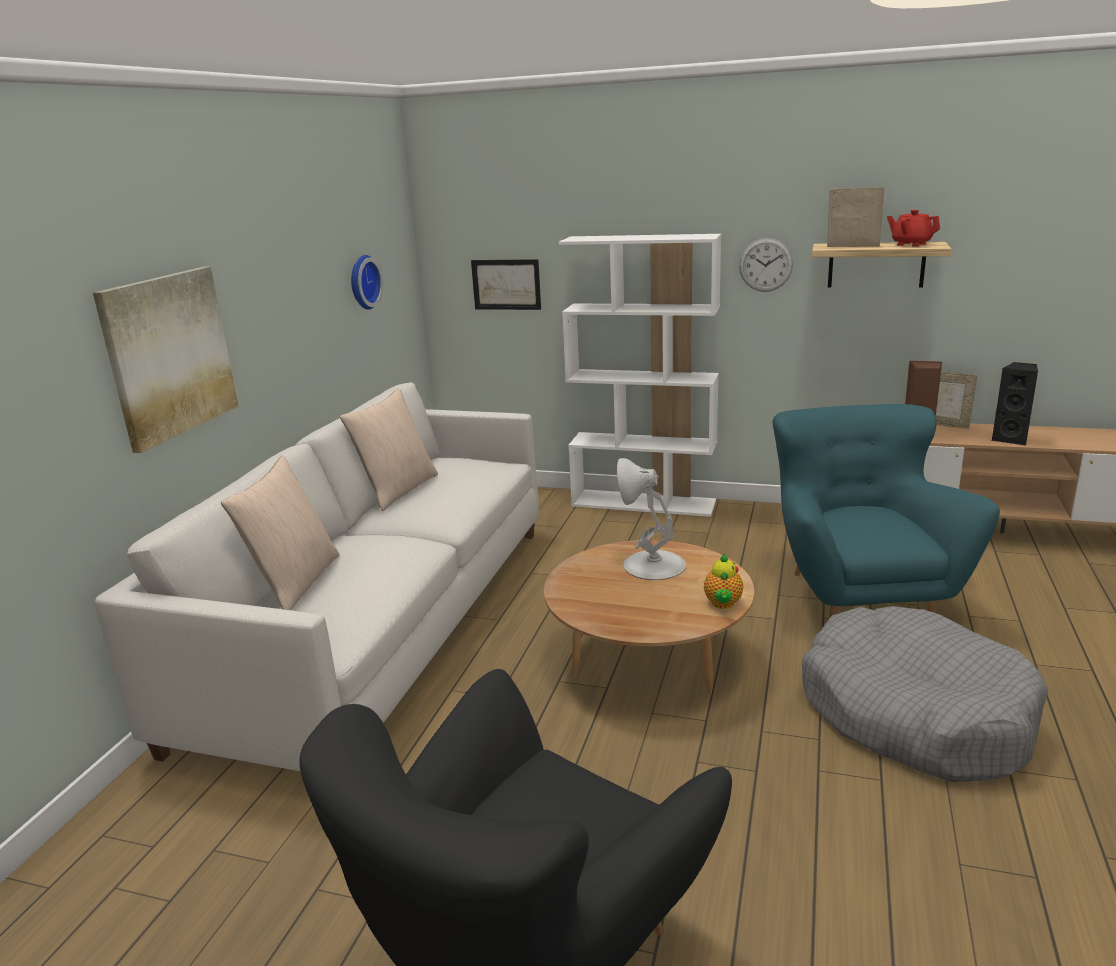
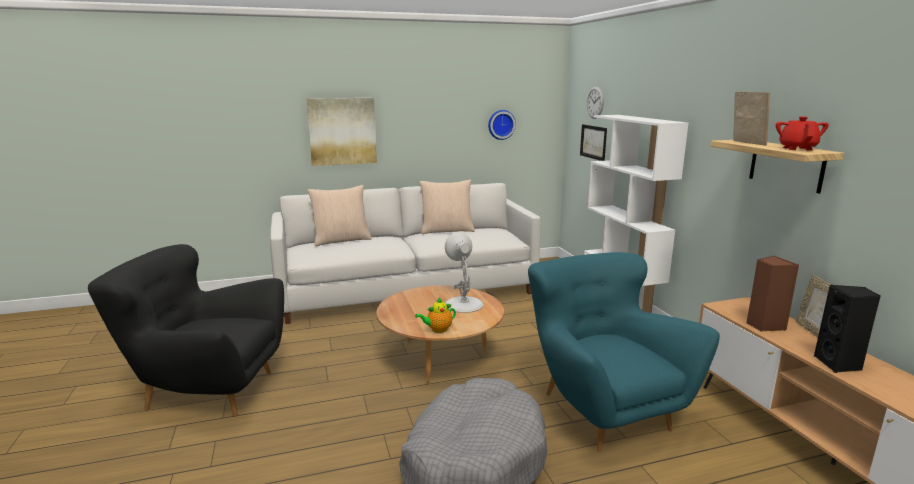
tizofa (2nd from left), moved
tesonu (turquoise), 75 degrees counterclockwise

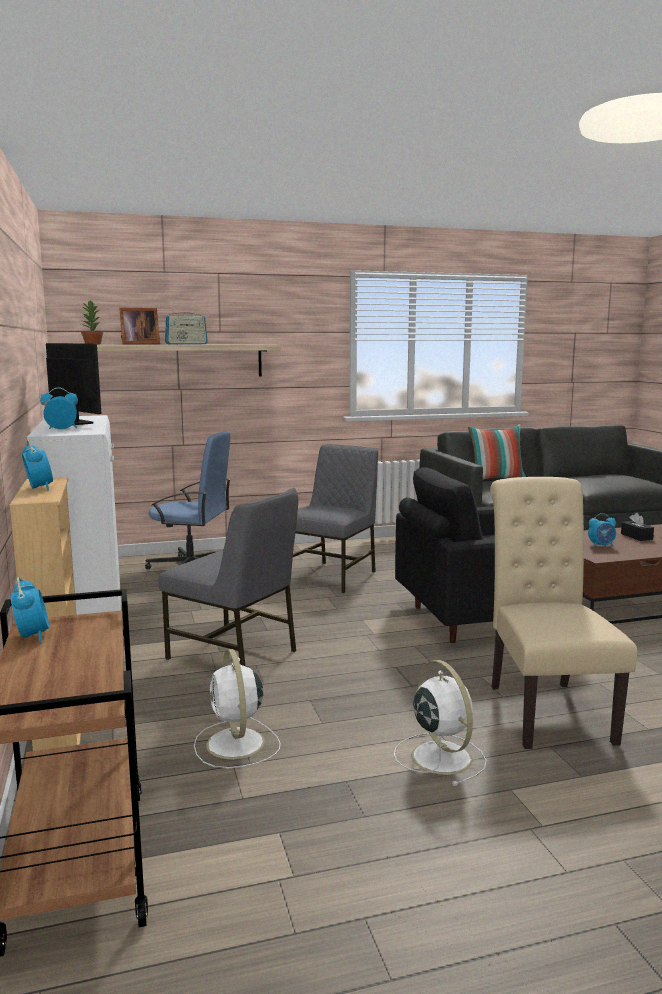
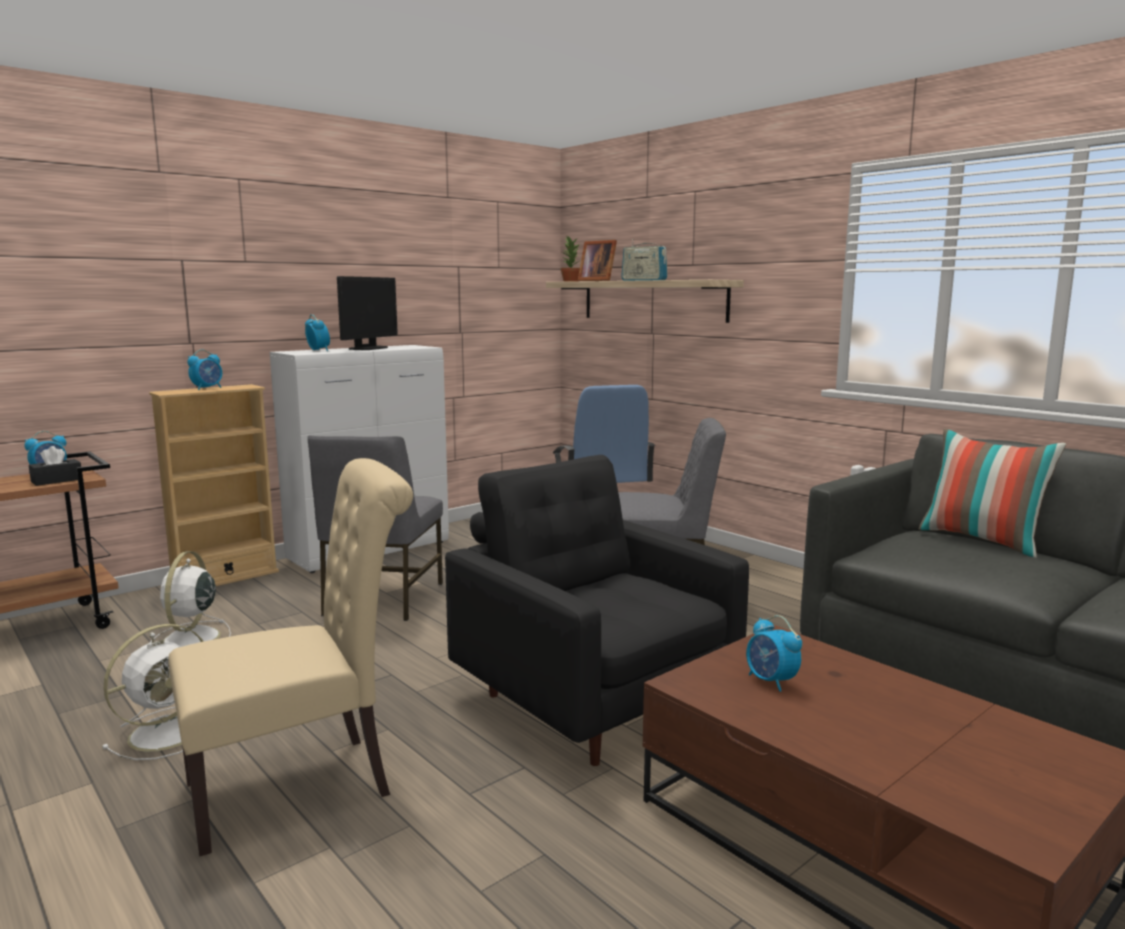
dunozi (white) (1st from left in the first image) => dunozi (white) (2nd from left), 45 degrees counterclockwise
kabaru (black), moved

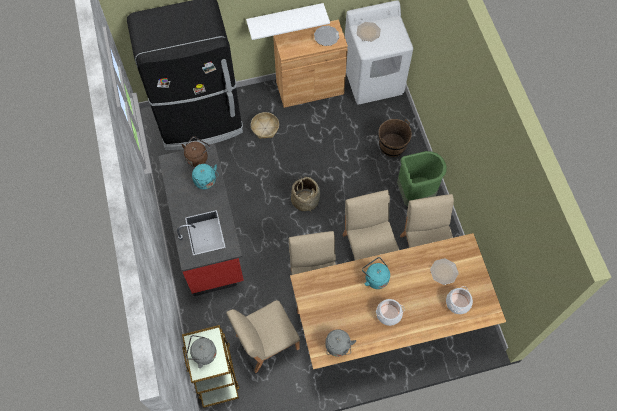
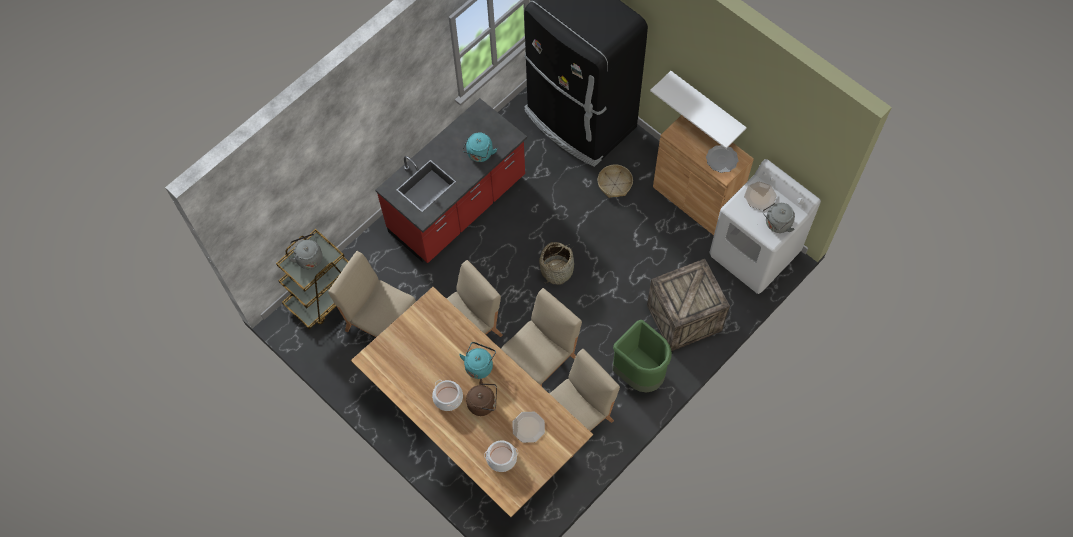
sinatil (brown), moved
sinatil (grey) (2nd from left), moved
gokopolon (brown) => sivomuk

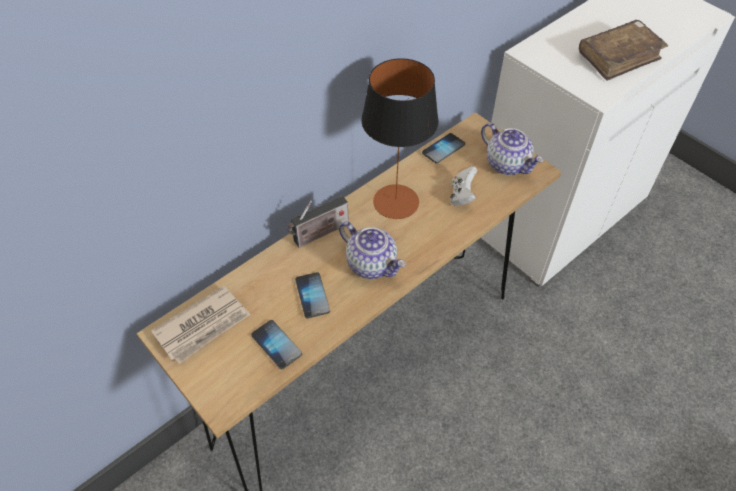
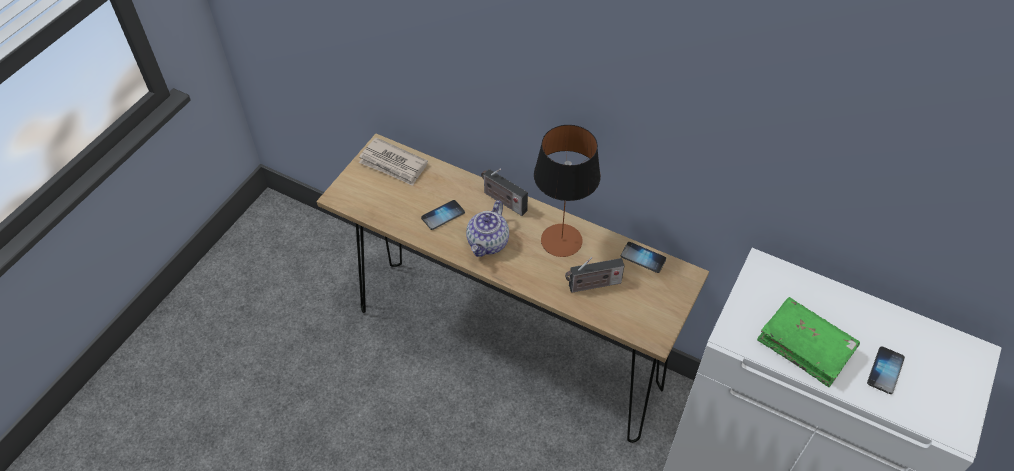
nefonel (1st from left in the first image) => nefonel (3rd from left), moved
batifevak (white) => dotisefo (2nd from left)
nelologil (2nd from left) => nothing
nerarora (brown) => nerarora (green)

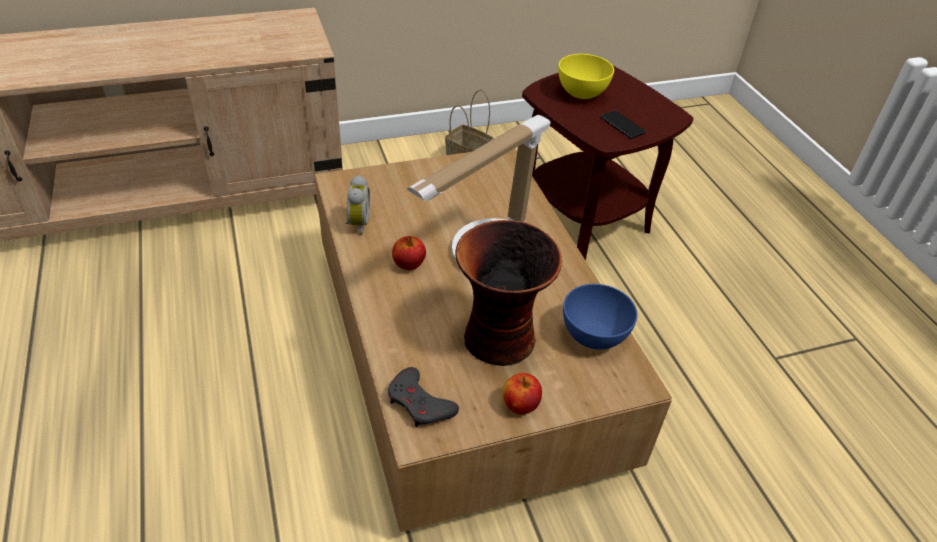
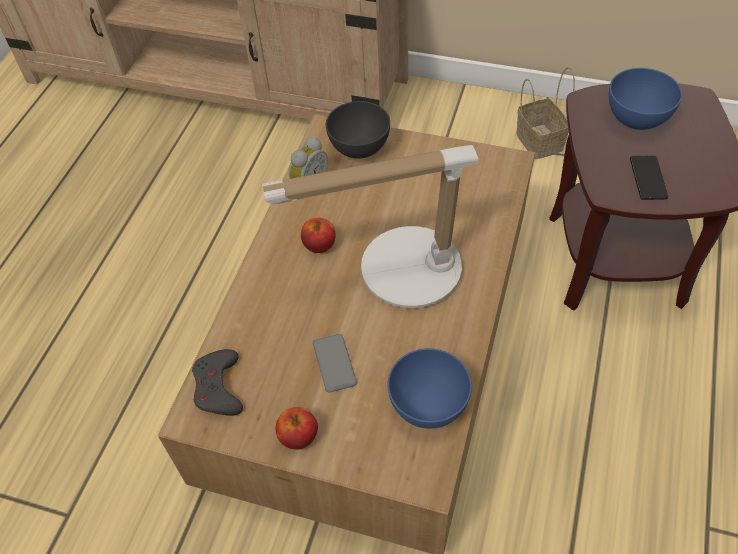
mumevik => nefonel (1st from left)
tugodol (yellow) => tugodol (blue) (2nd from left)
nothing => tugodol (grey)

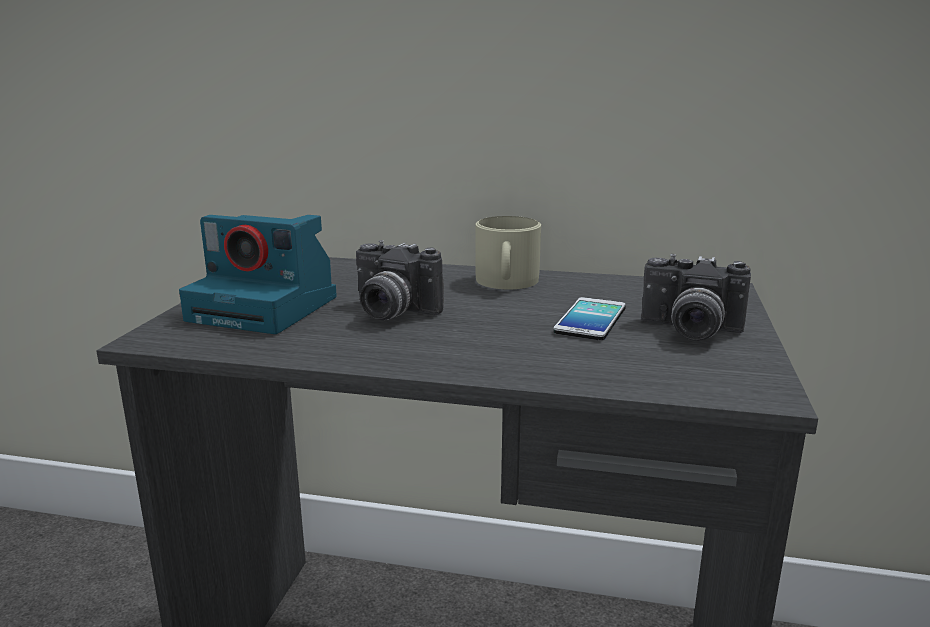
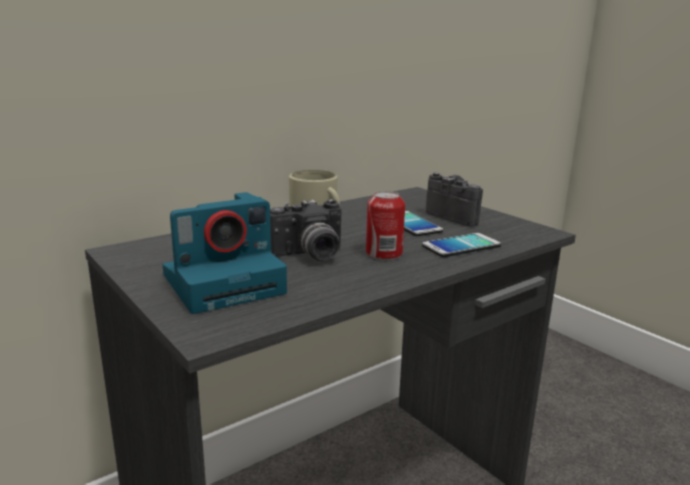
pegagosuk (3rd from left), 105 degrees counterclockwise
nothing => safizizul
nothing => nefonel (2nd from left)

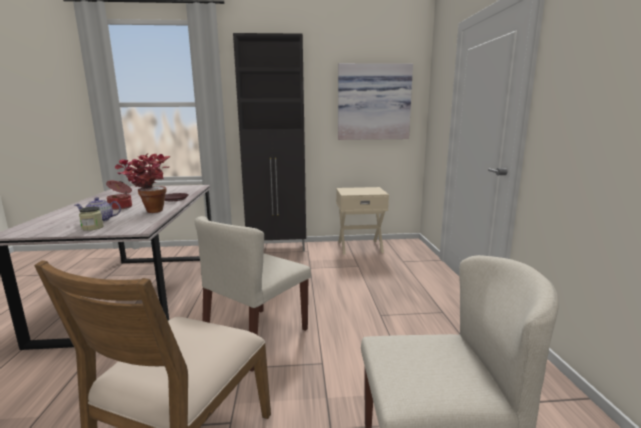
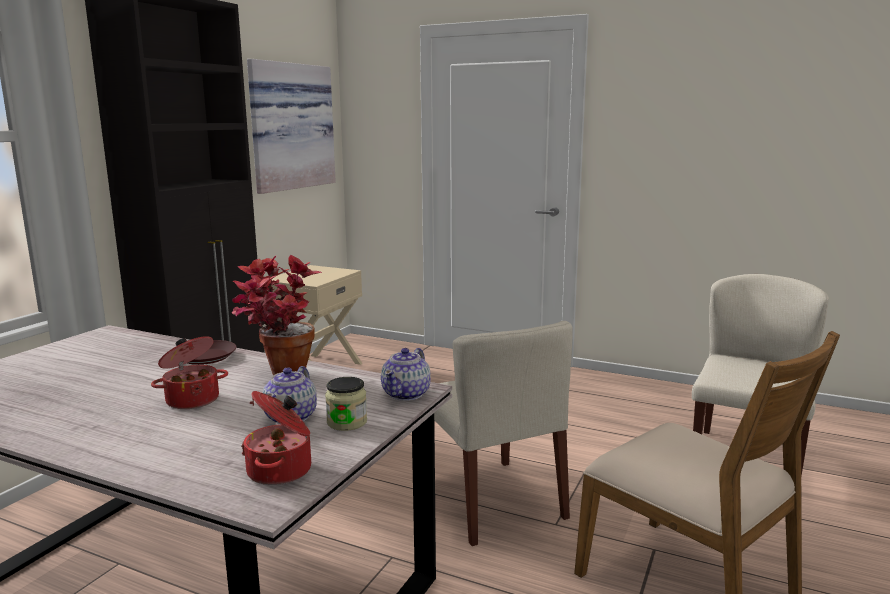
nothing => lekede (2nd from left)
nothing => nelologil (2nd from left)

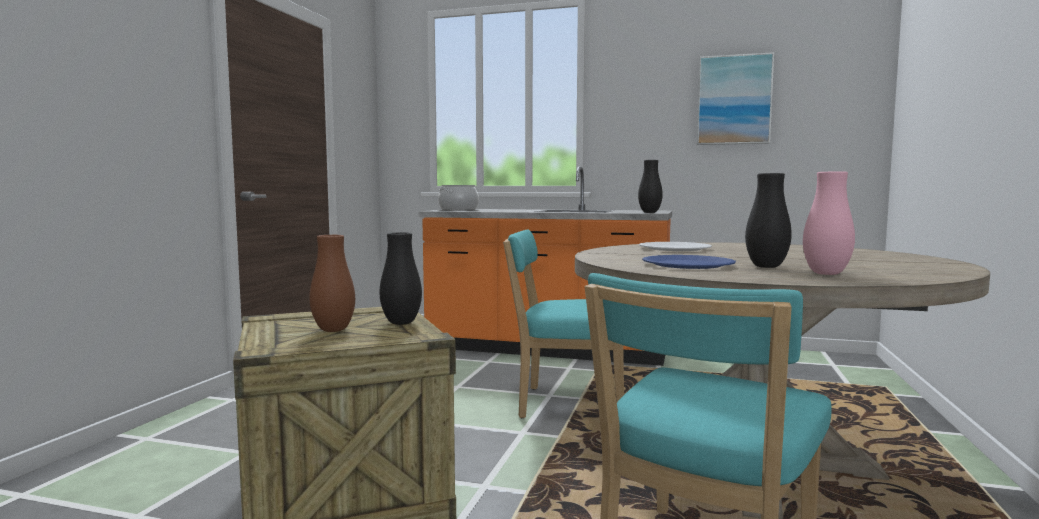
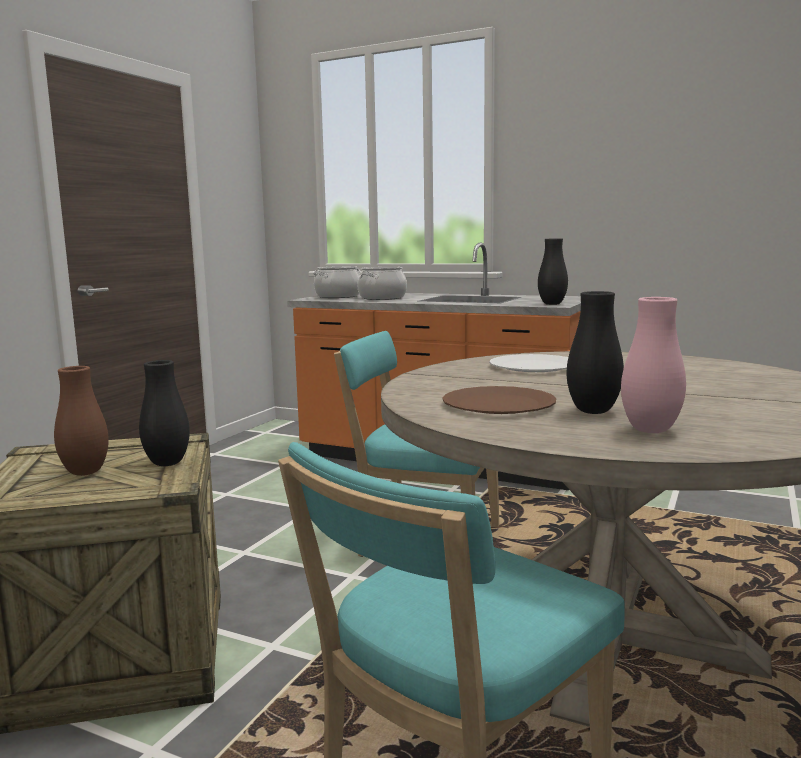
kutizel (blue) => kutizel (brown)
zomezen => nothing
nothing => lekede (2nd from left)

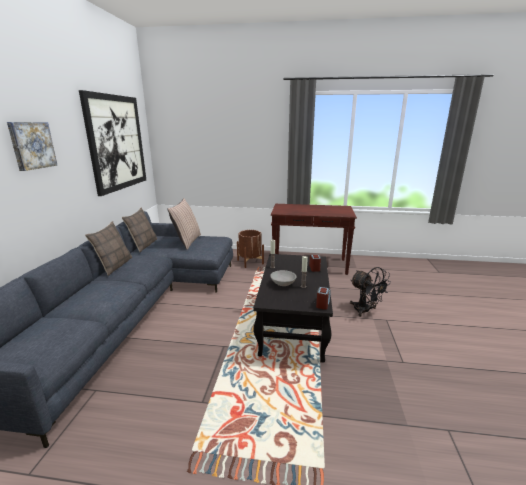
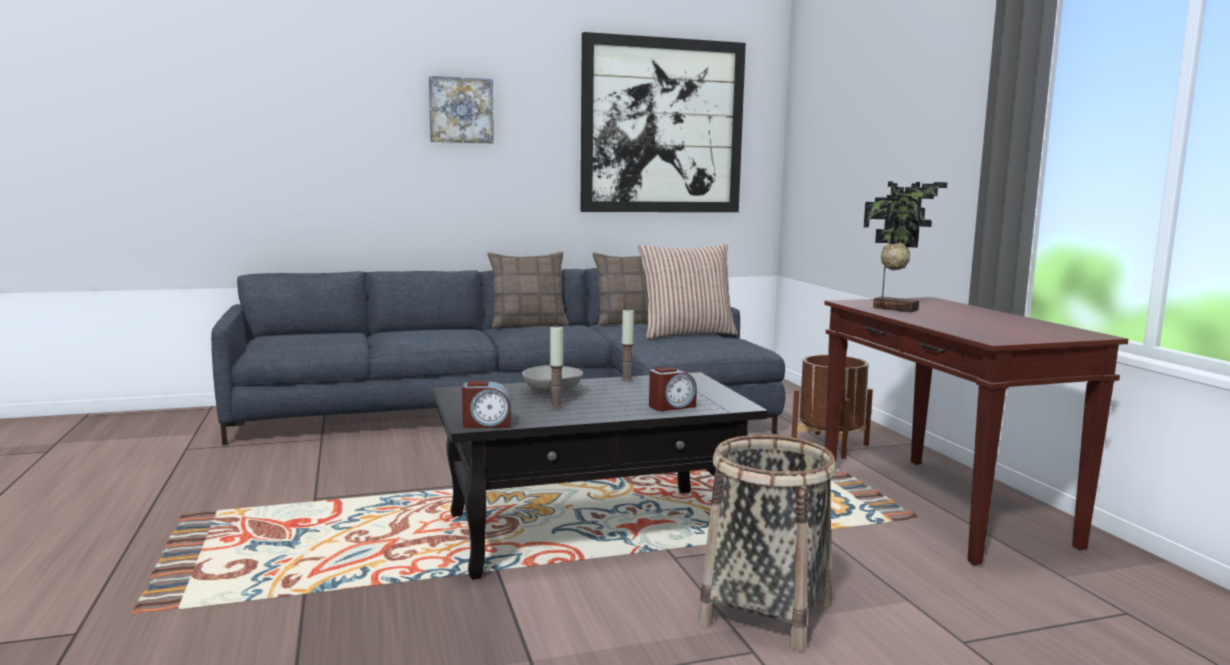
dunozi (black) => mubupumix
nothing => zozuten

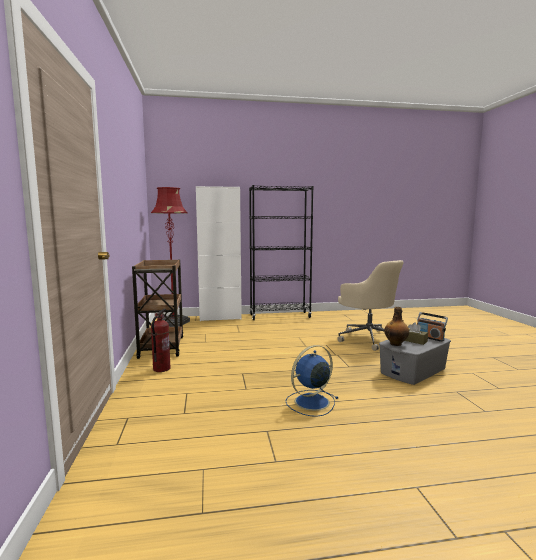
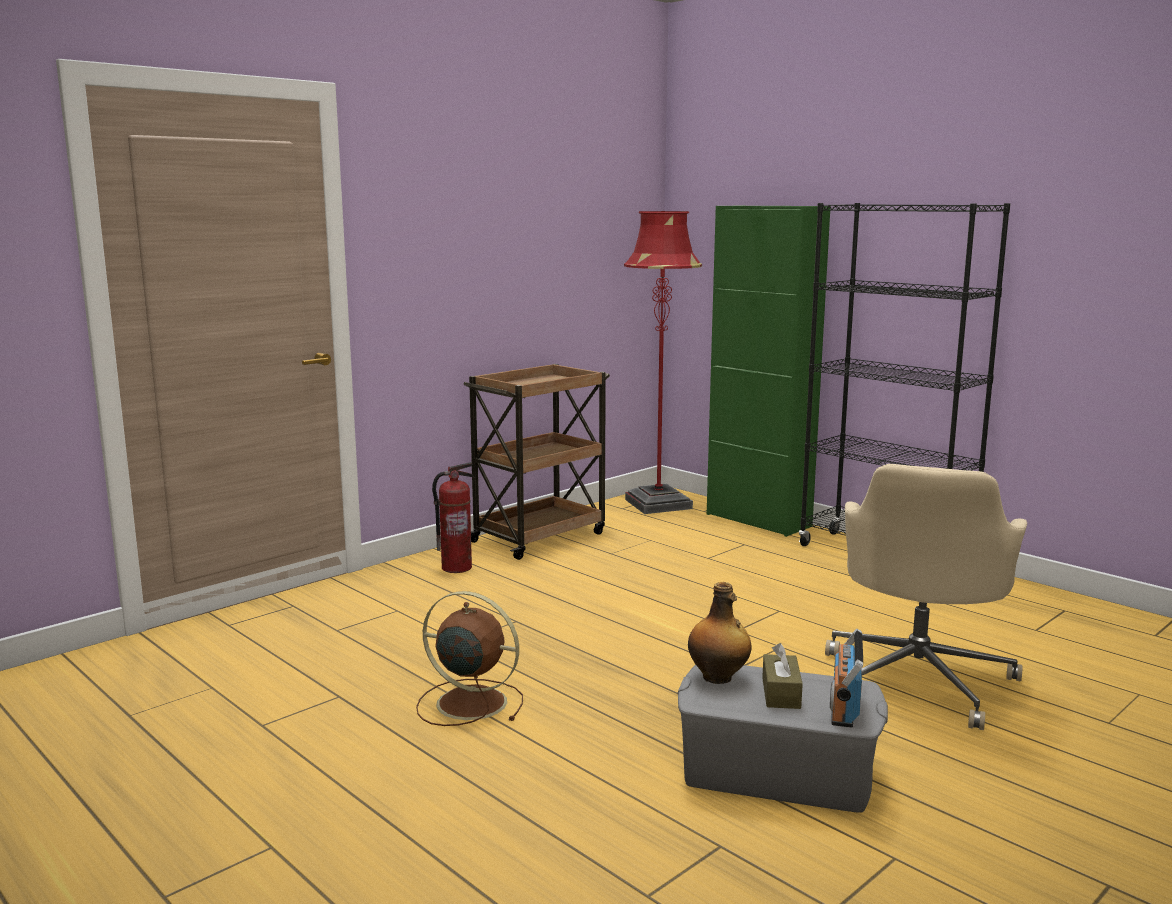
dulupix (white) => dulupix (green)
dunozi (blue) => dunozi (brown)

